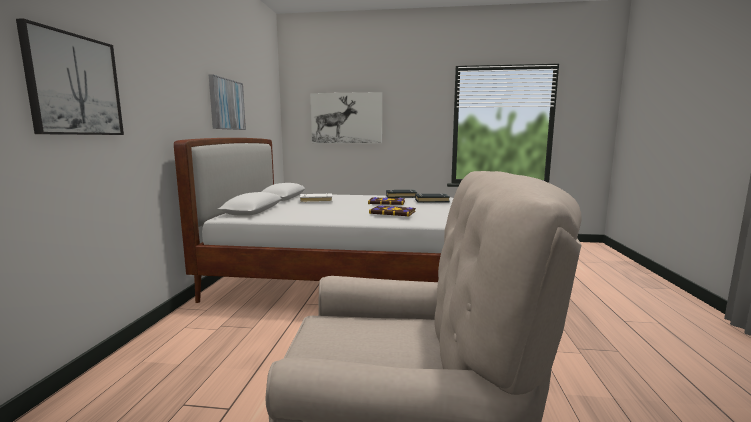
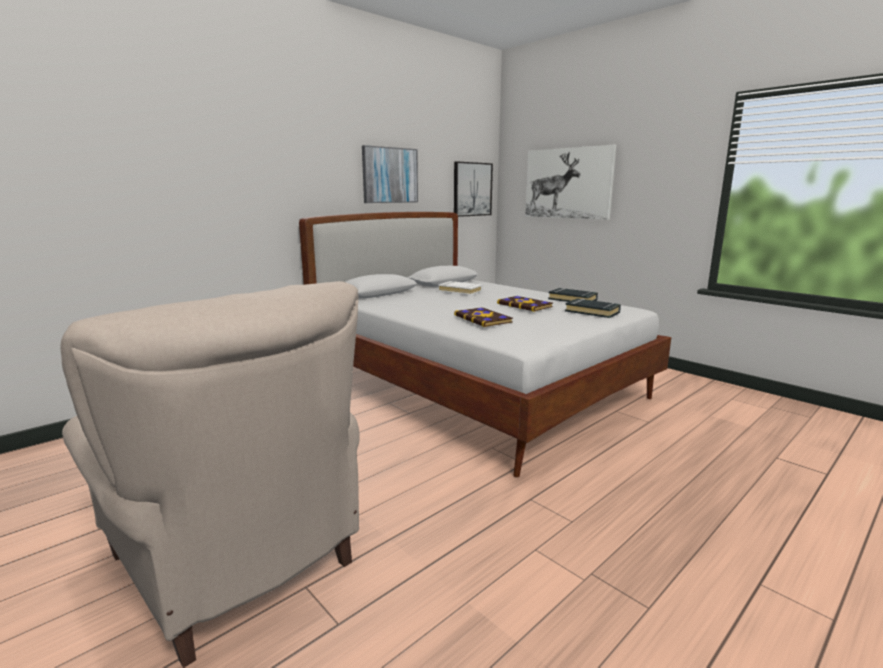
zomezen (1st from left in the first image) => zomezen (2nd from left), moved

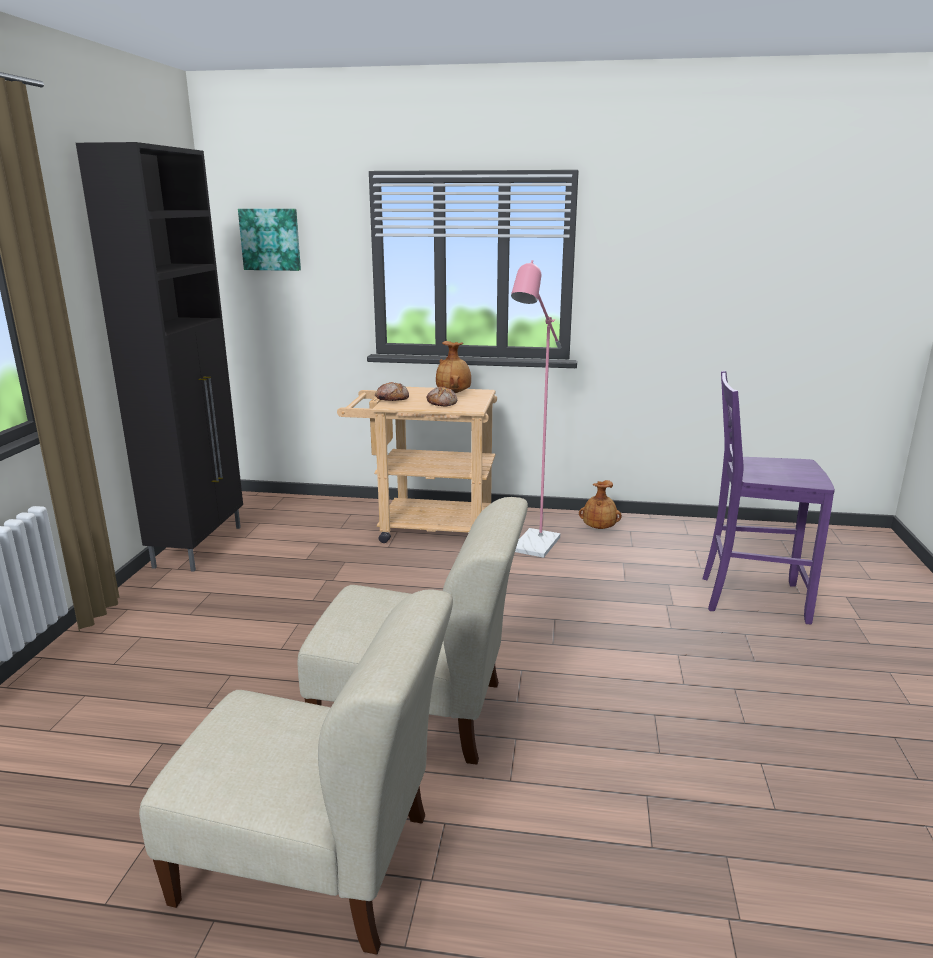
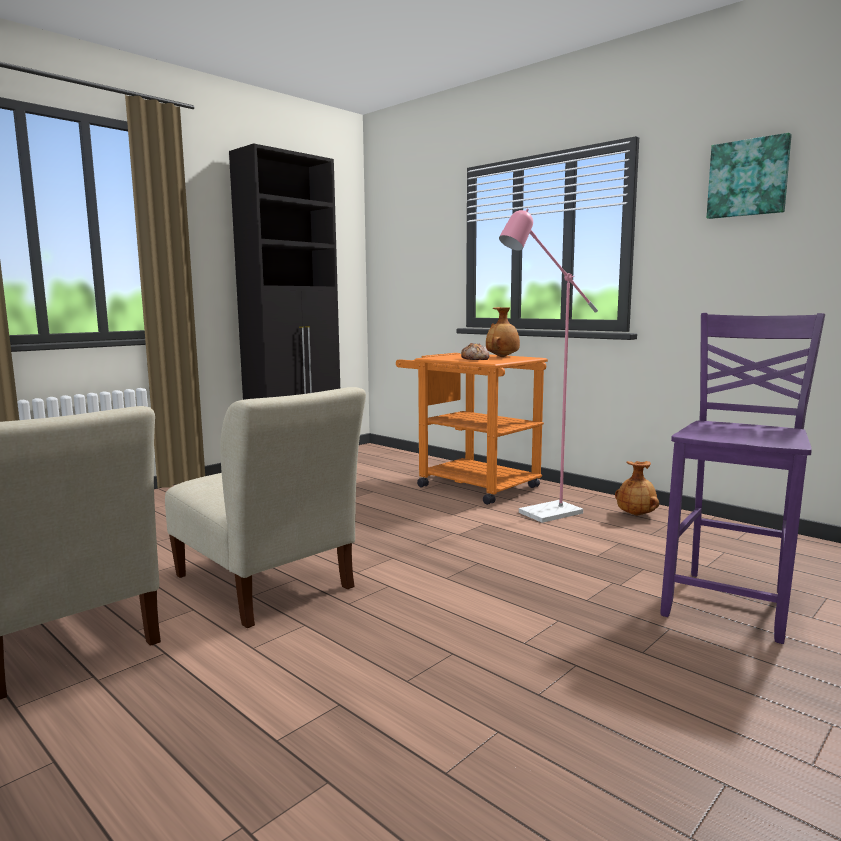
zomezen, moved
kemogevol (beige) => kemogevol (orange)
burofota (1st from left) => nothing
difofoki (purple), 75 degrees clockwise

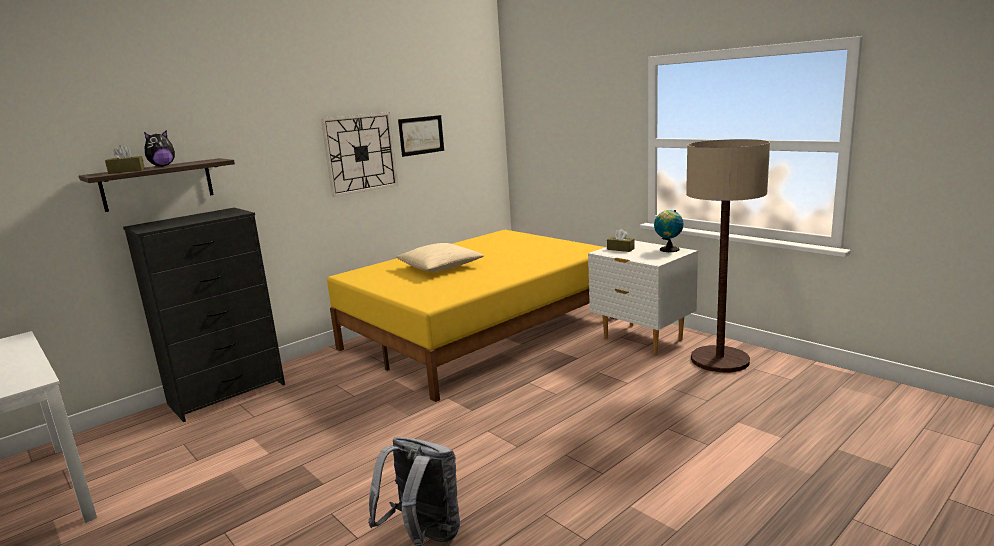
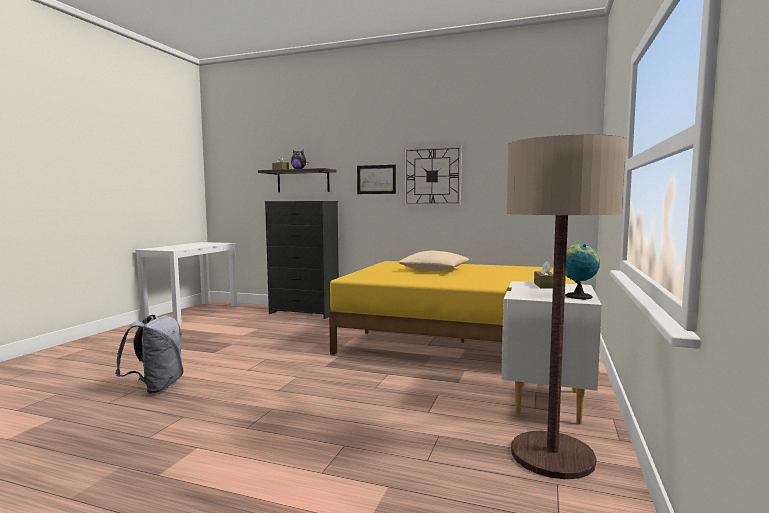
zomezen, moved

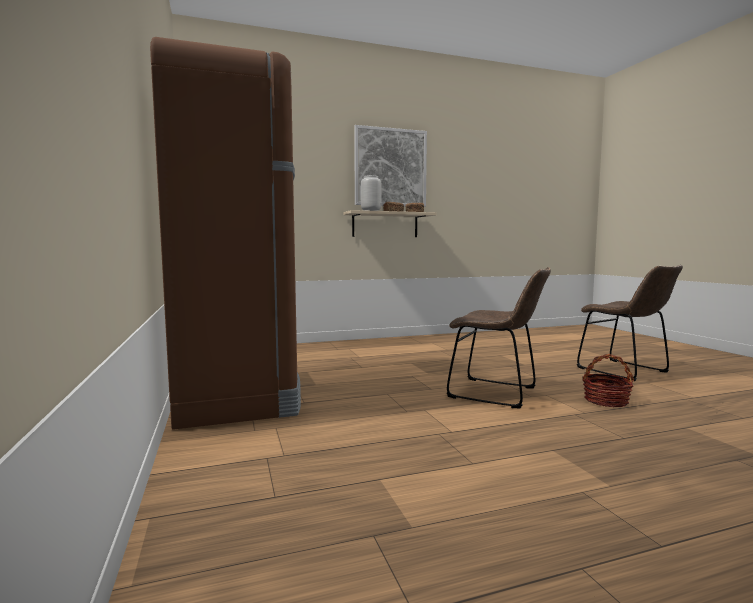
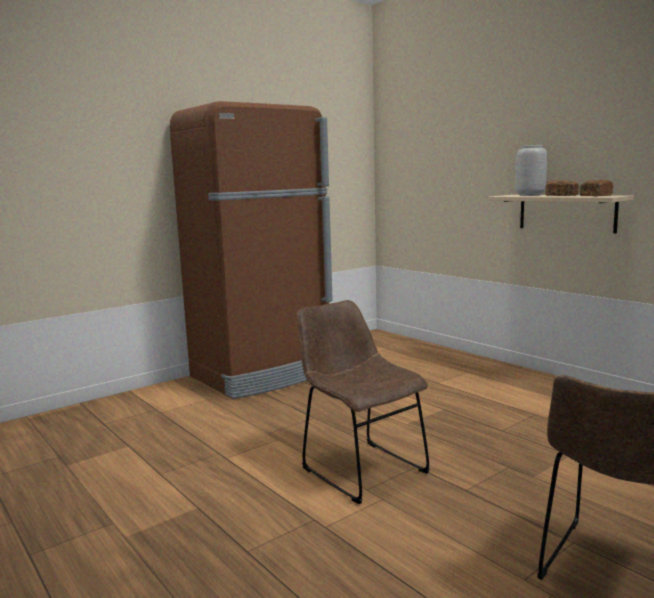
zomezen => nothing
difofoki (brown) (1st from left), 135 degrees clockwise
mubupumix => nothing

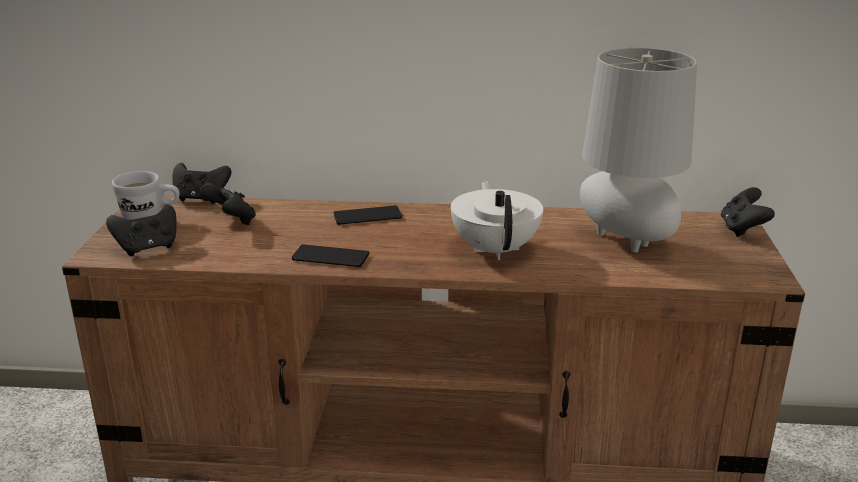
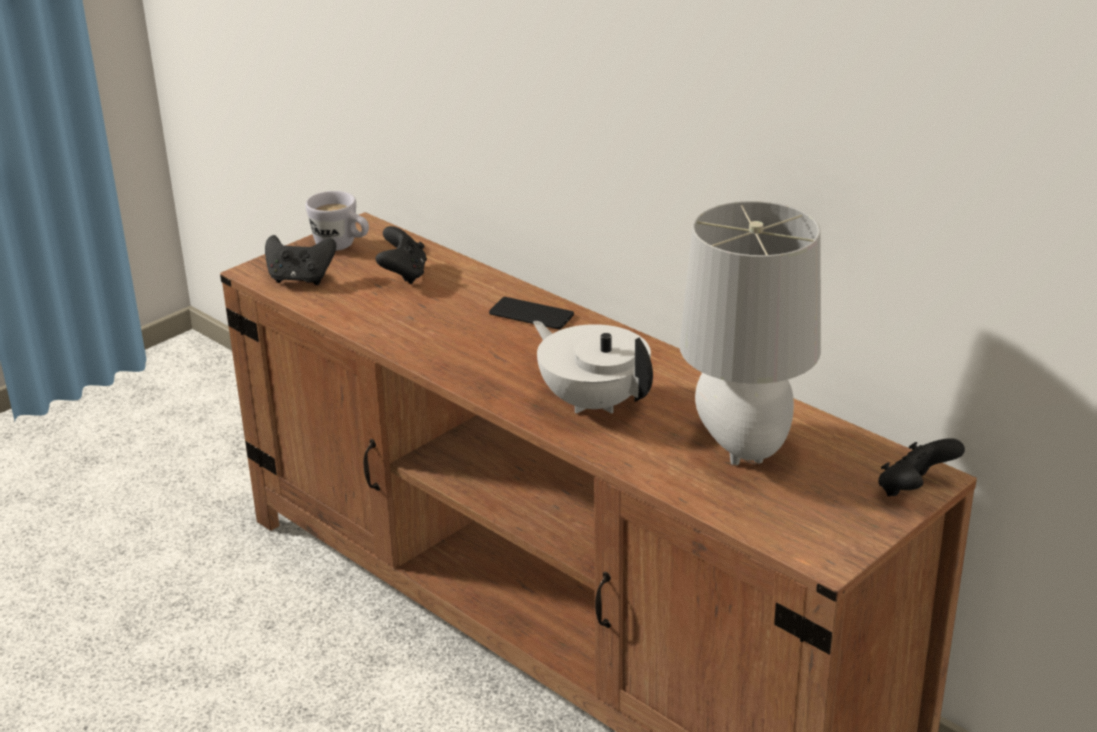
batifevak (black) (2nd from left) => nothing
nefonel (1st from left) => nothing
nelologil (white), 75 degrees counterclockwise

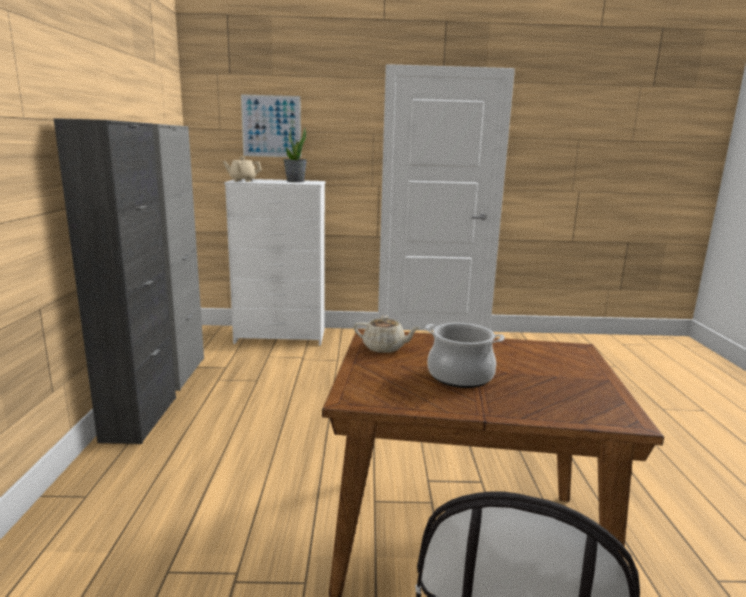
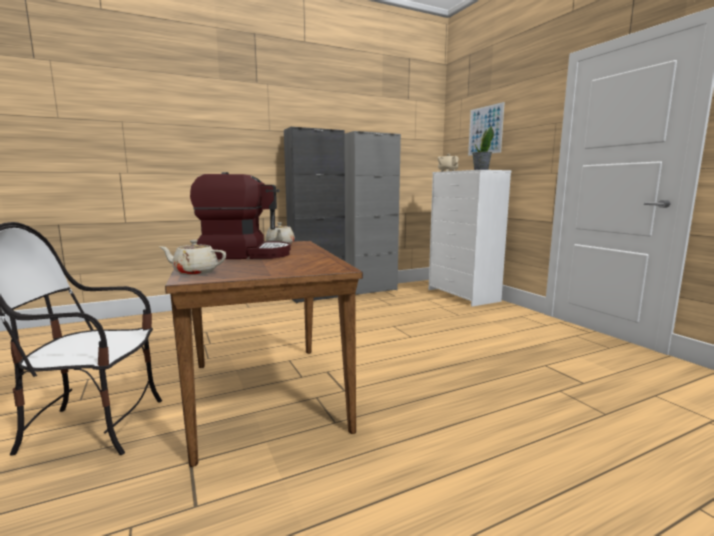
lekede => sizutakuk
nothing => nelologil (beige) (1st from left)

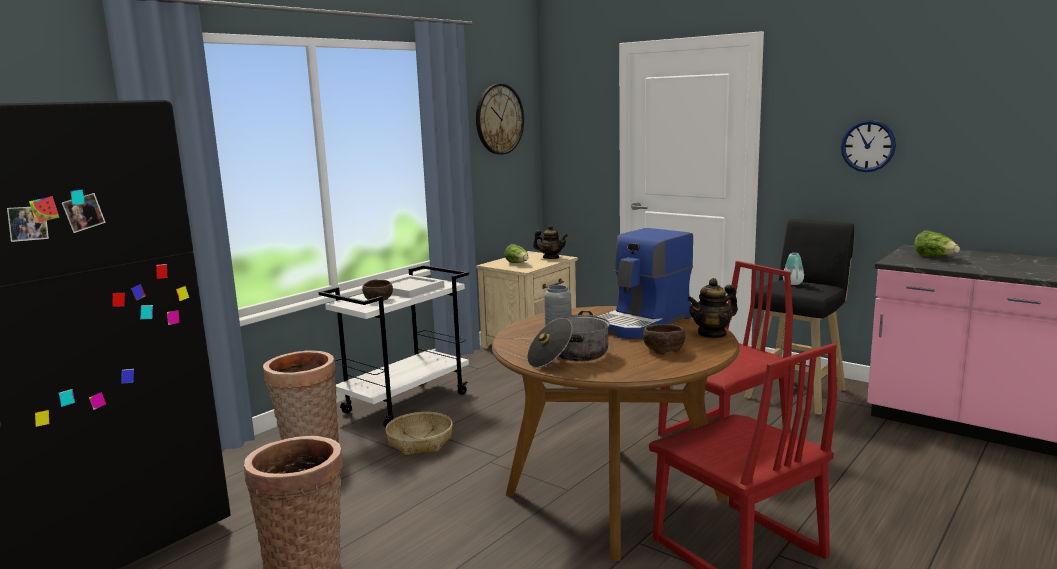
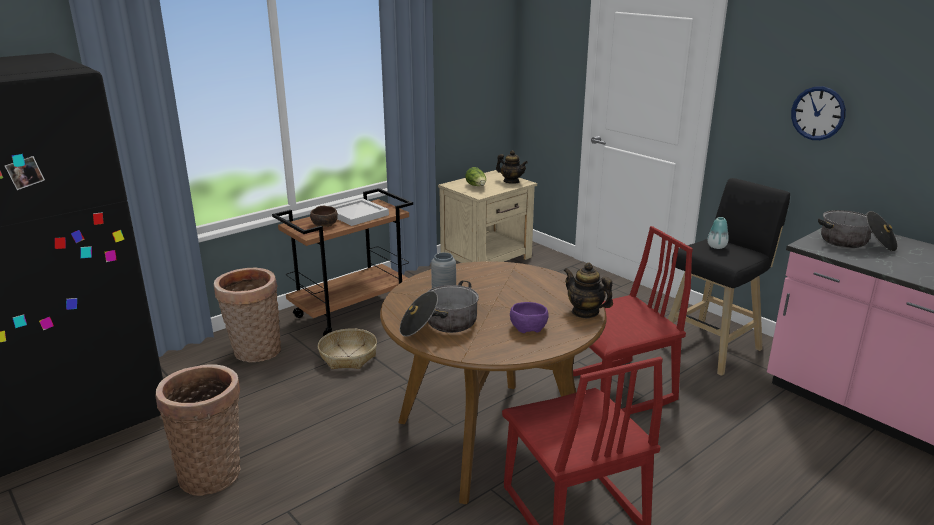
kemogevol (white) => kemogevol (brown)
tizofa (1st from left) => nothing
sizutakuk => nothing
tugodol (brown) (2nd from left) => tugodol (purple)
nelologil (2nd from left), 60 degrees clockwise
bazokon (2nd from left) => lekede (2nd from left)

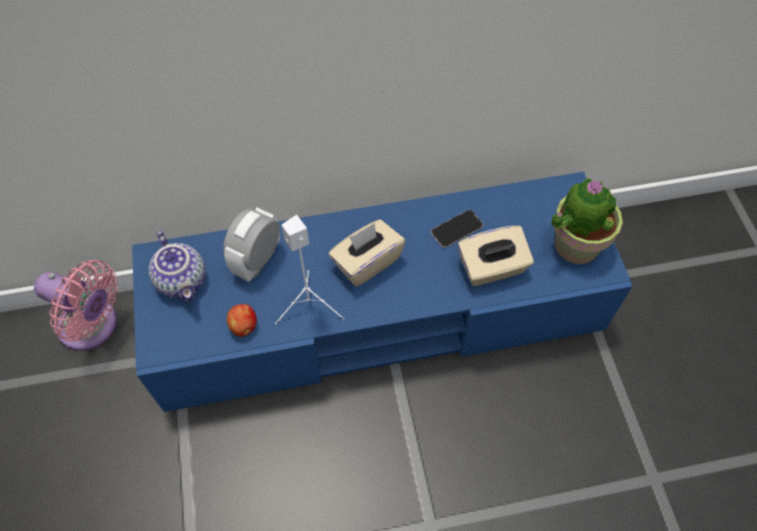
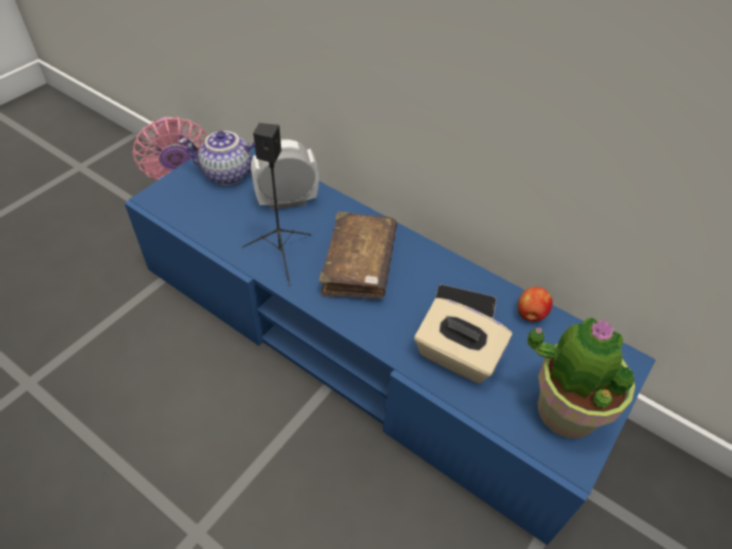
nelologil, 75 degrees clockwise
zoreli, moved
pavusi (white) => pavusi (black)
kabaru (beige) (1st from left) => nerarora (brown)

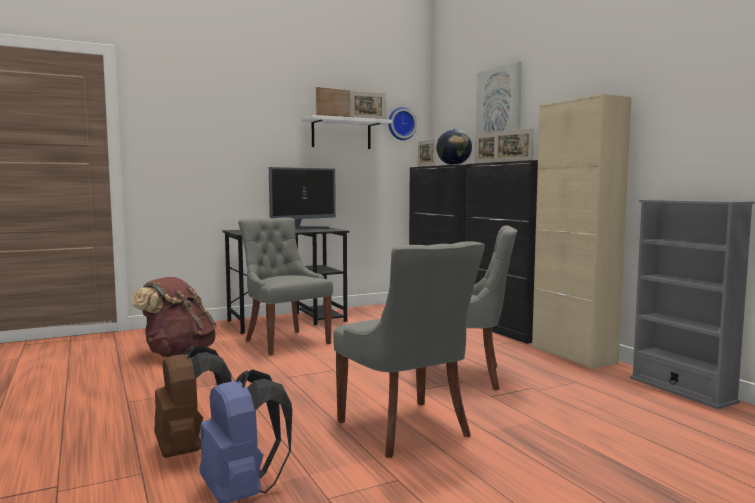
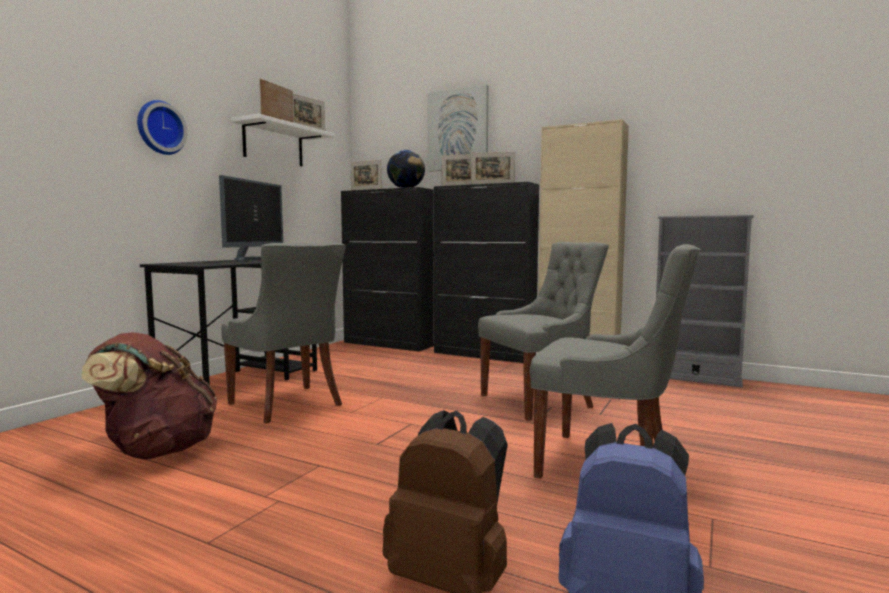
difofoki (grey) (1st from left), 150 degrees counterclockwise
tizofa, moved

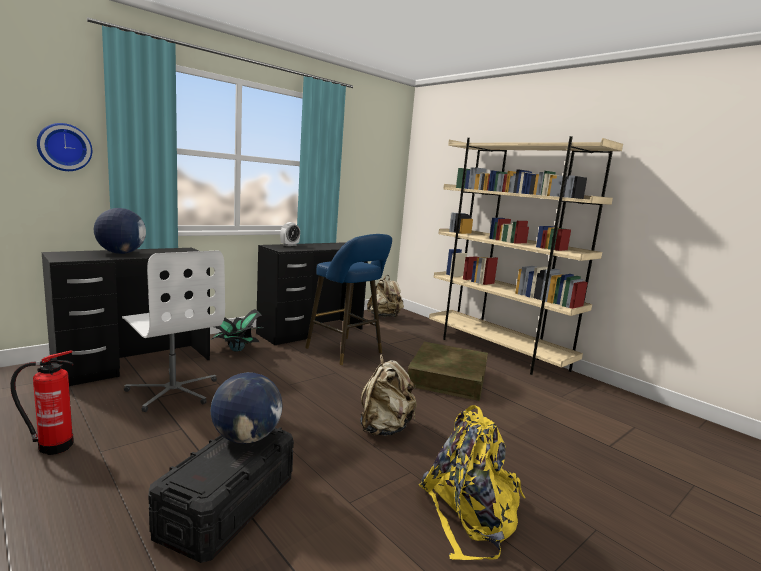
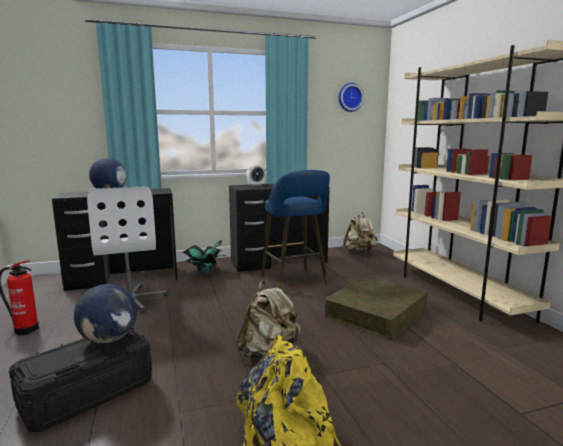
tizofa, moved

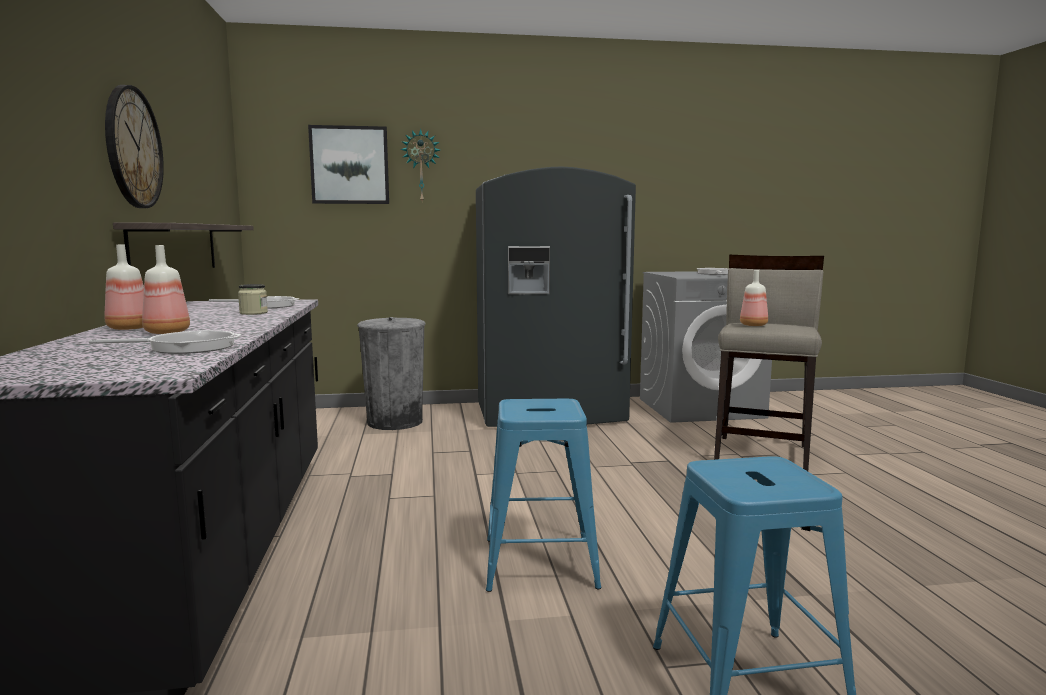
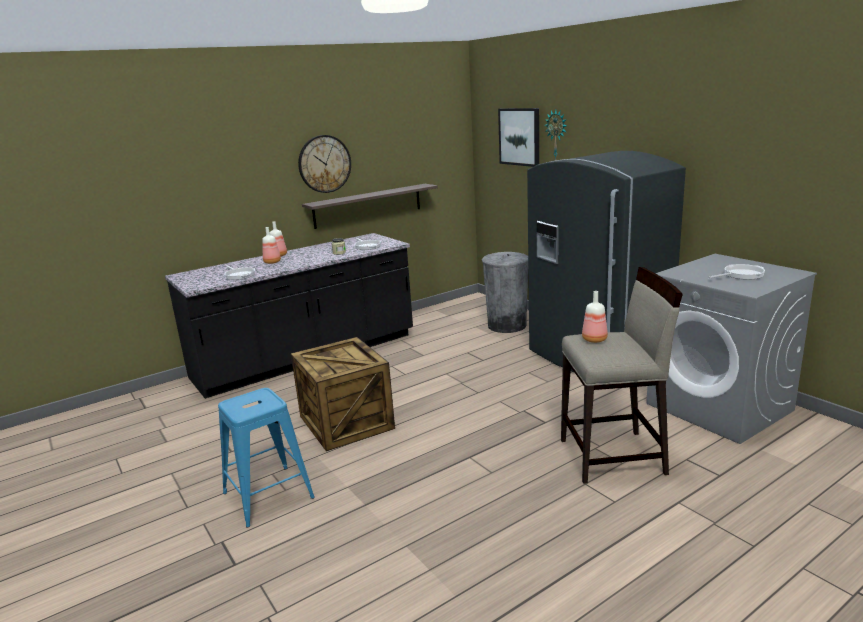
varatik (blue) (1st from left) => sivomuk

